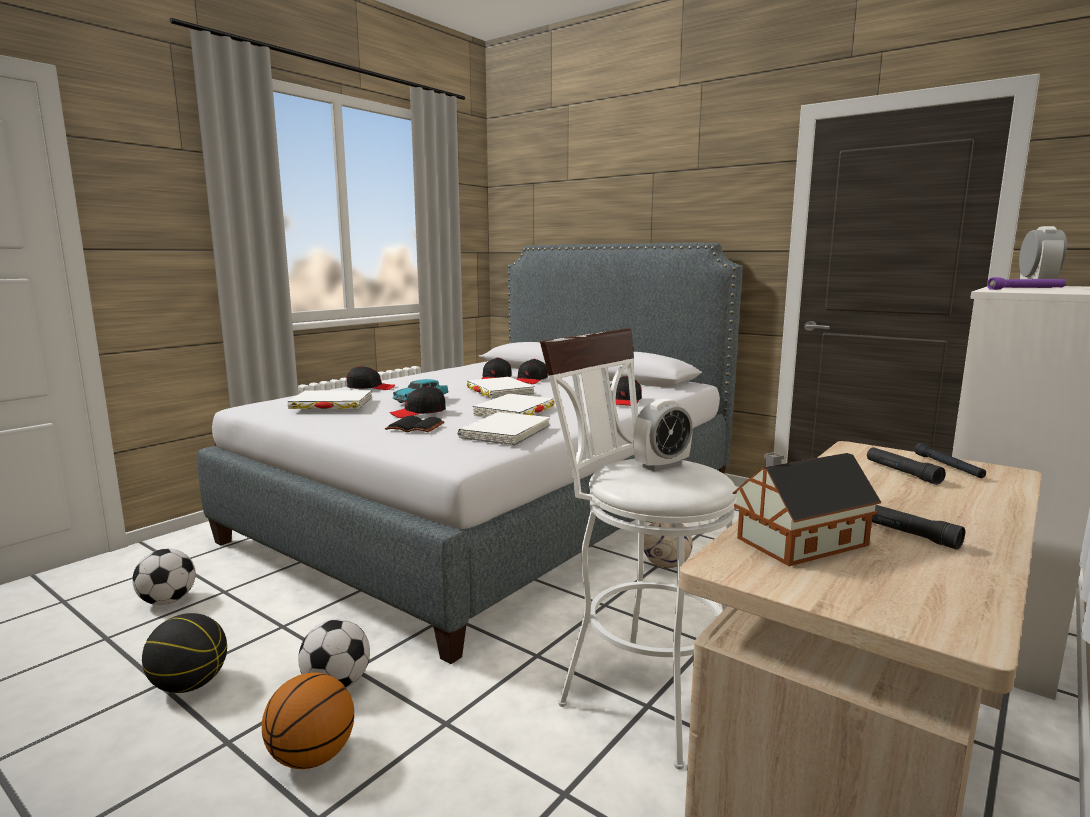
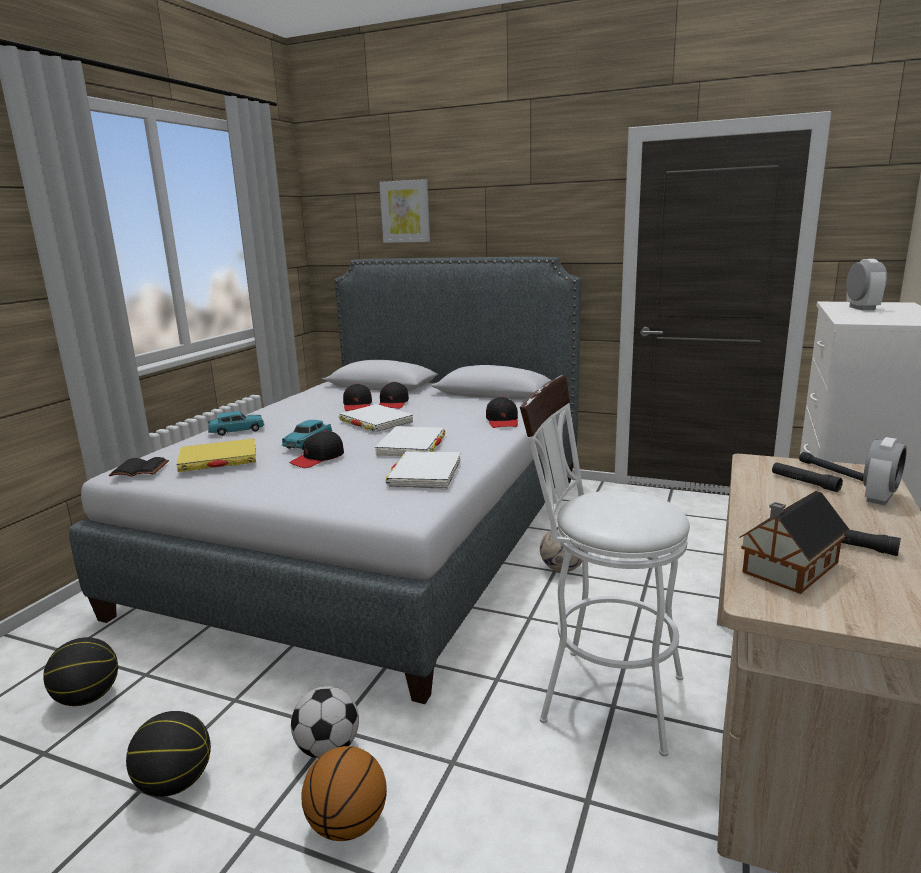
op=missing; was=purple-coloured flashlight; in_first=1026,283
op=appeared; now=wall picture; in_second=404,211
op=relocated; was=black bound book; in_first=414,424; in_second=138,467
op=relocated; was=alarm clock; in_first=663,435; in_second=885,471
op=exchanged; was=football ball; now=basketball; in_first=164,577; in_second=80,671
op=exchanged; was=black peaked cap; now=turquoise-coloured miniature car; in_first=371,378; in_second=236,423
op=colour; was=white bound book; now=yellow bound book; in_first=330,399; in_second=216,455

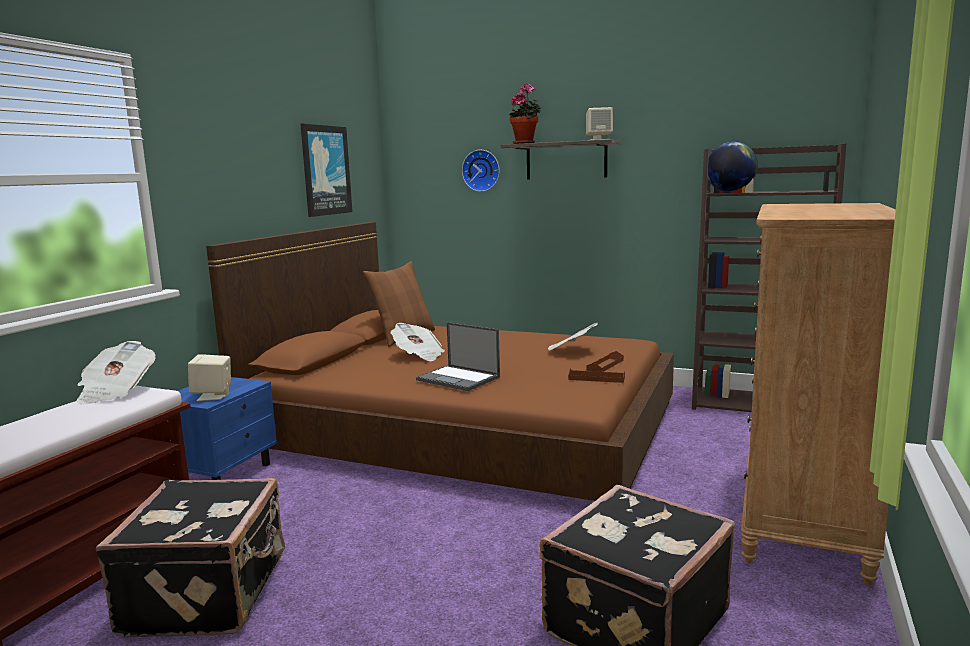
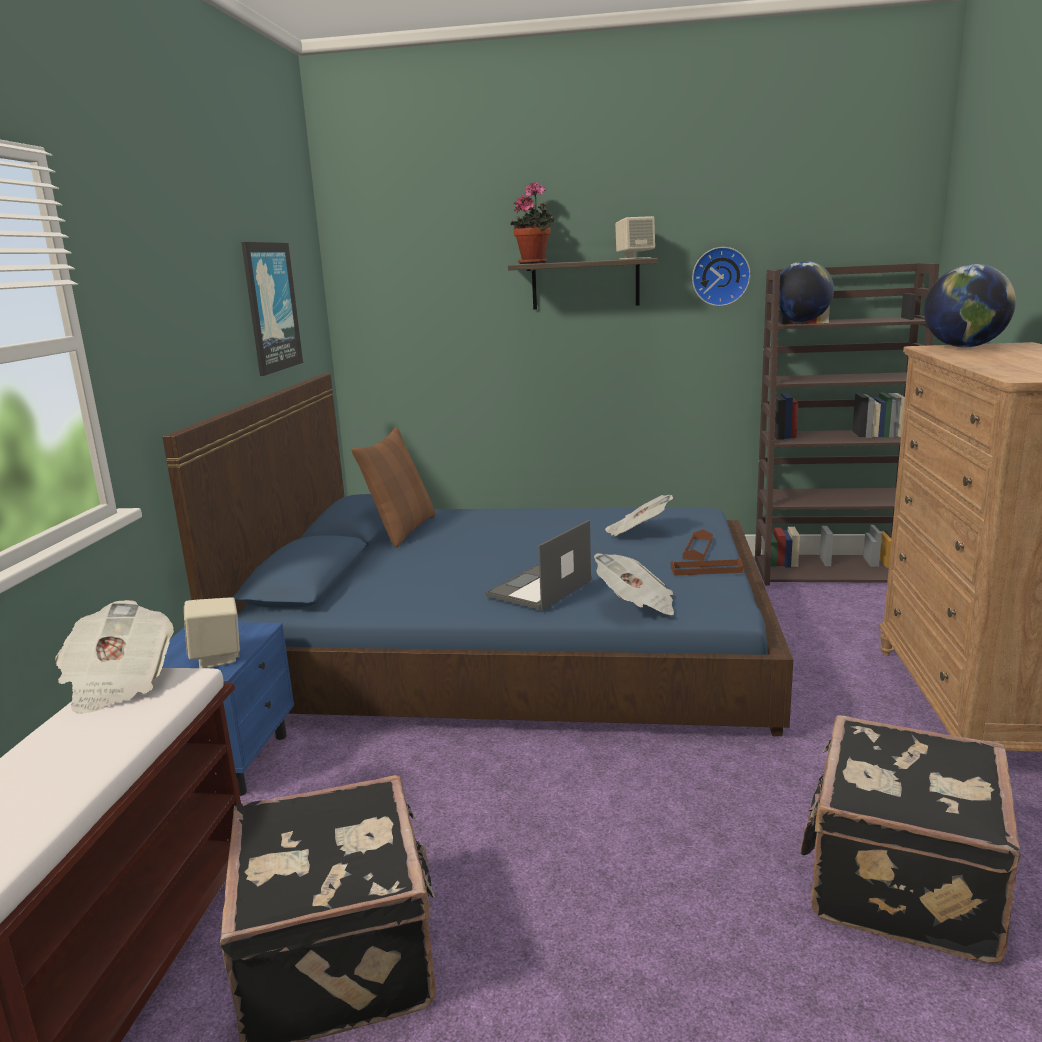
op=appeared; now=desk globe; in_second=970,305
op=relocated; was=daily paper; in_first=418,342; in_second=634,584
op=relocated; was=hanging clock; in_first=481,171; in_second=721,276
op=colour; was=brown bed; now=blue-coloured bed; in_first=440,361; in_second=477,555
op=spun; was=notebook computer; in_first=458,356; in_second=538,565; clockwise=105

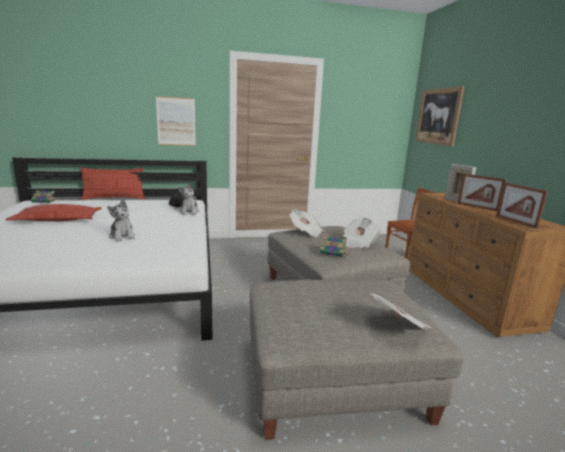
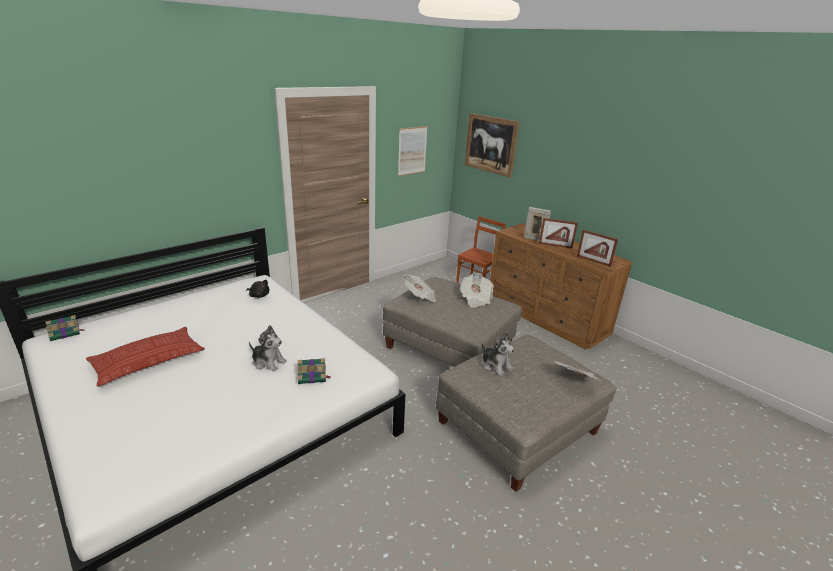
op=missing; was=throw pillow; in_first=112,183
op=relocated; was=wall picture; in_first=176,121; in_second=413,151
op=relocated; was=cuddly toy; in_first=188,199; in_second=498,354
op=relocated; was=bound book; in_first=334,246; in_second=314,371

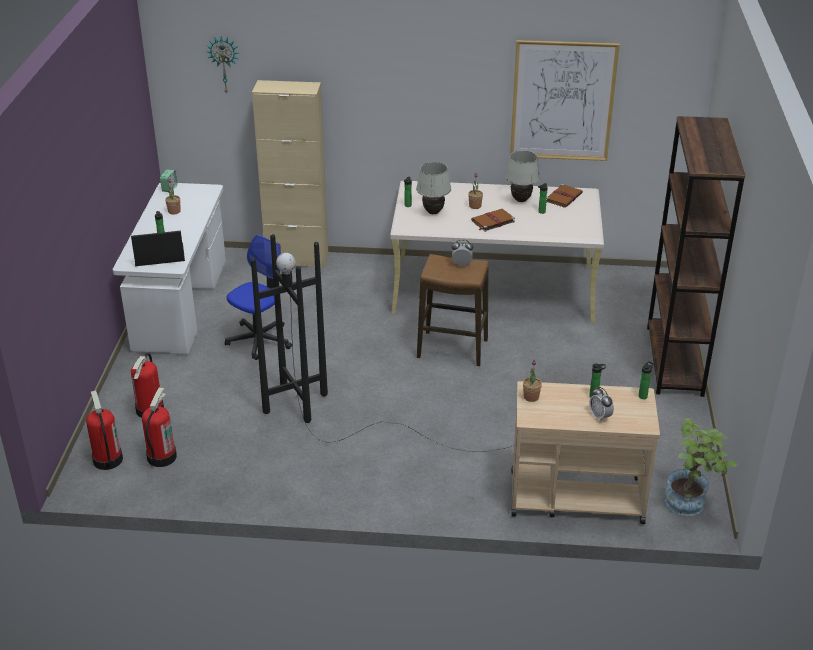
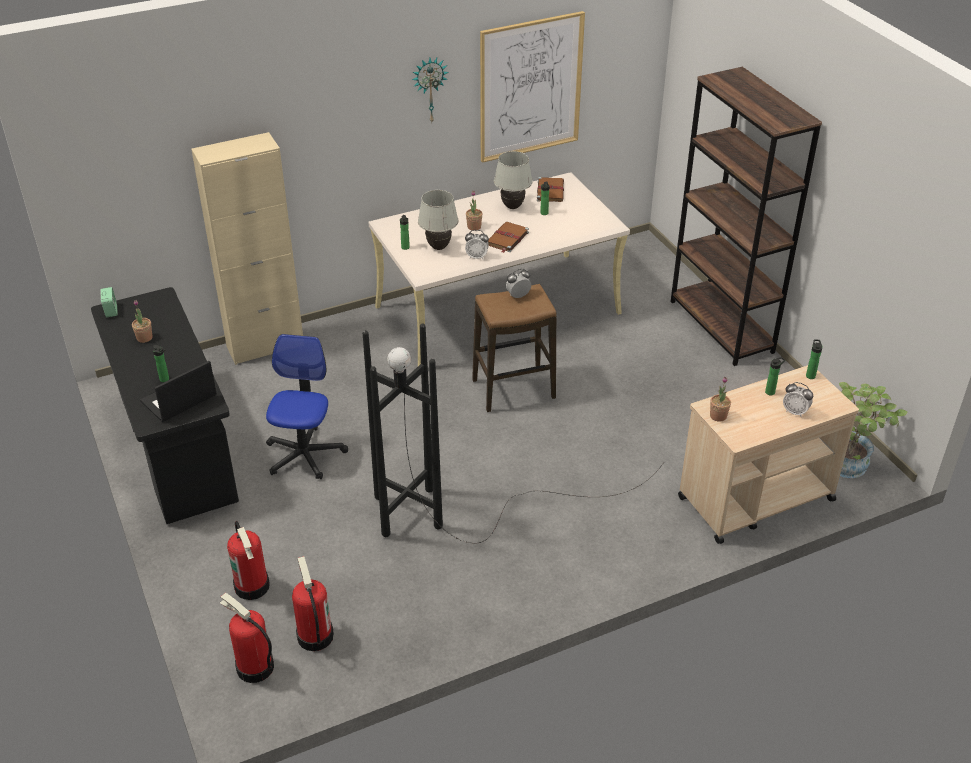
op=appeared; now=alarm clock; in_second=477,244
op=relocated; was=hanging clock; in_first=222,65; in_second=430,90
op=colour; was=white desk; now=black desk; in_first=169,268; in_second=165,405

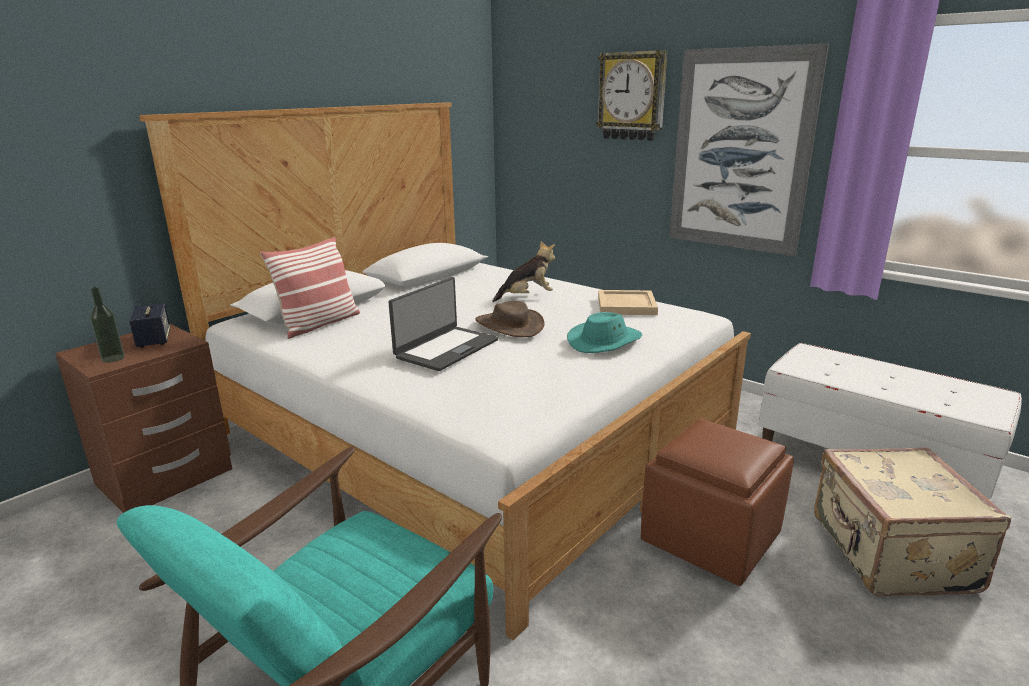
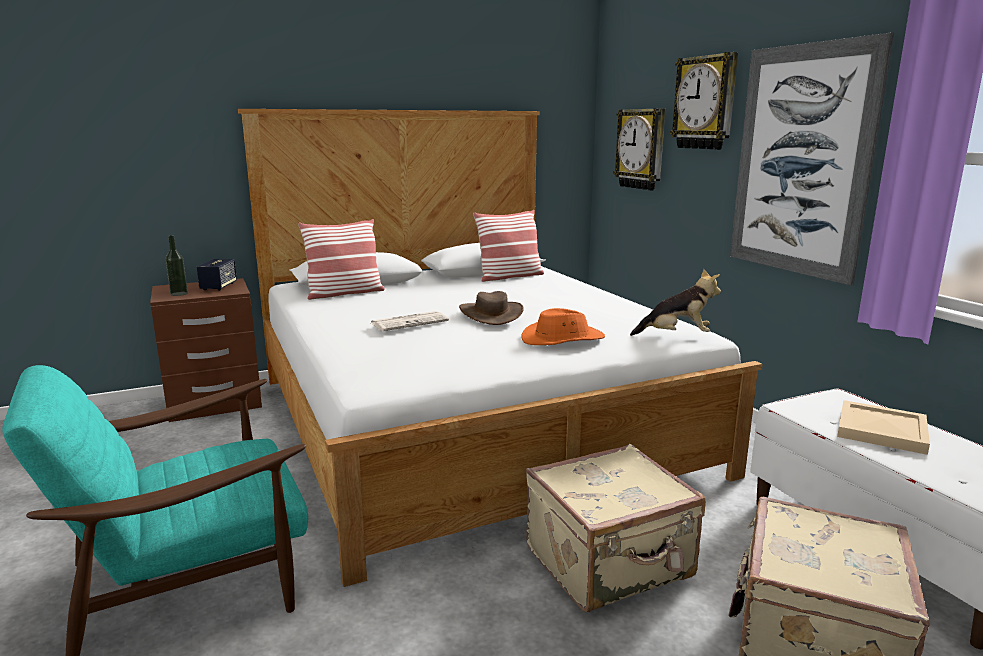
op=appeared; now=throw pillow; in_second=508,246
op=appeared; now=hanging clock; in_second=639,149
op=relocated; was=cuddly toy; in_first=524,271; in_second=675,302
op=relocated; was=beige-coloured serving tray; in_first=628,302; in_second=883,427
op=exchanged; was=notebook computer; now=daily paper; in_first=443,324; in_second=410,321
op=exchanged; was=brown pouffe; now=beige-coloured piece of luggage; in_first=717,502; in_second=616,528
op=colour; was=turquoise-coloured hat; now=orangey hat; in_first=604,332; in_second=563,326

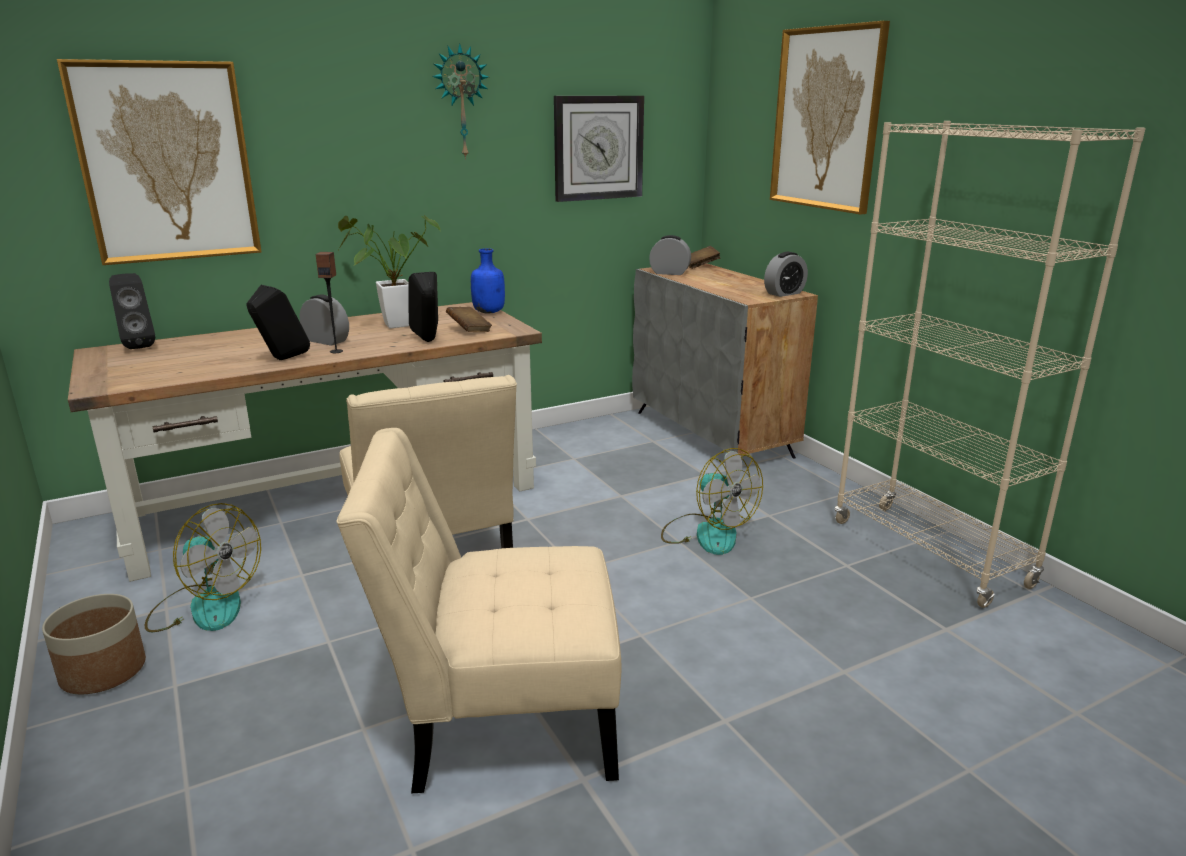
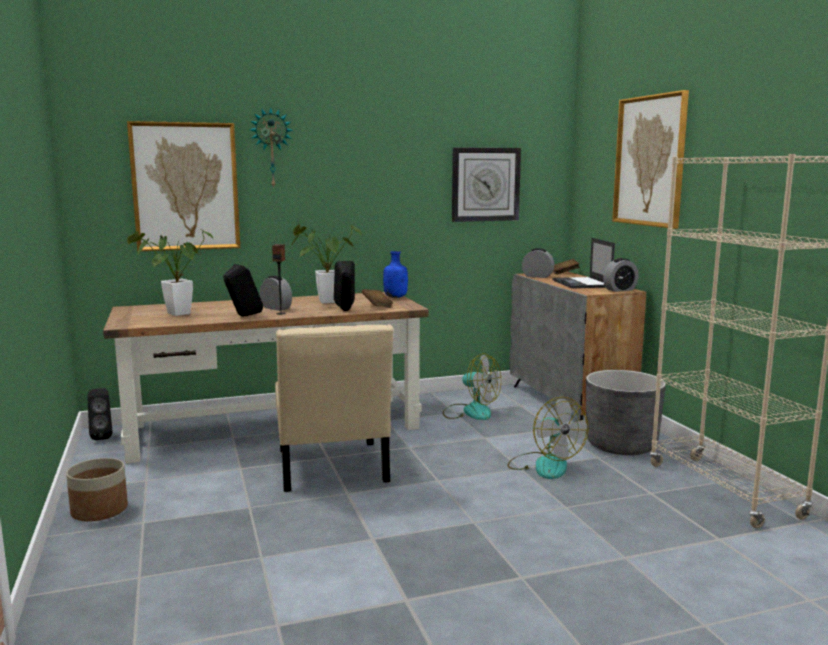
op=missing; was=beige-coloured chair; in_first=479,610
op=appeared; now=houseplant; in_second=170,273
op=appeared; now=notebook computer; in_second=584,263
op=appeared; now=grey planter; in_second=626,412
op=relocated; was=black speaker; in_first=132,311; in_second=99,414
op=relocated; was=cooling fan; in_first=203,567; in_second=472,386
op=relocated; was=hanging clock; in_first=460,101; in_second=271,148

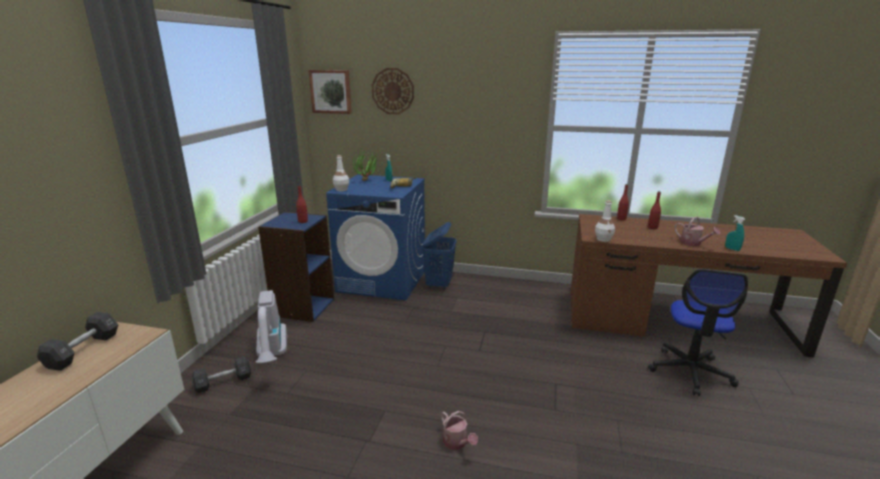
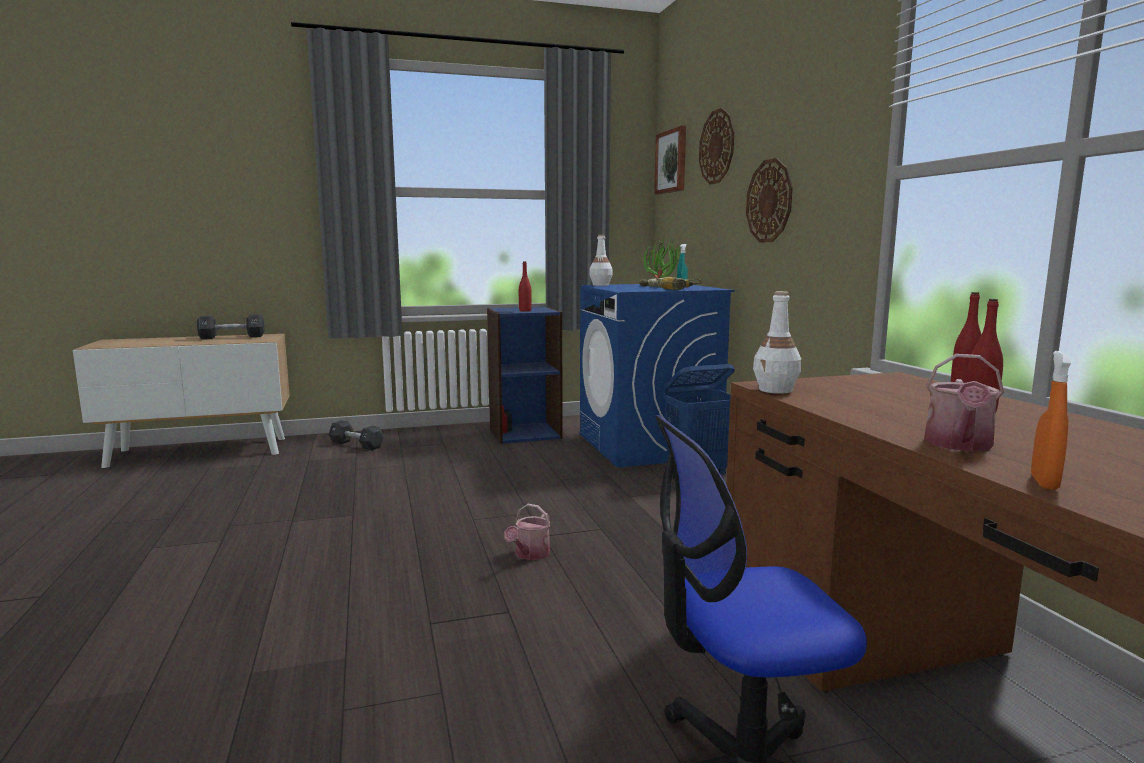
op=missing; was=hoover; in_first=271,326
op=appeared; now=hanging clock; in_second=769,200
op=relocated; was=sprinkling can; in_first=459,430; in_second=527,532
op=colour; was=turquoise-coloured spray bottle; now=orangey spray bottle; in_first=735,233; in_second=1051,420

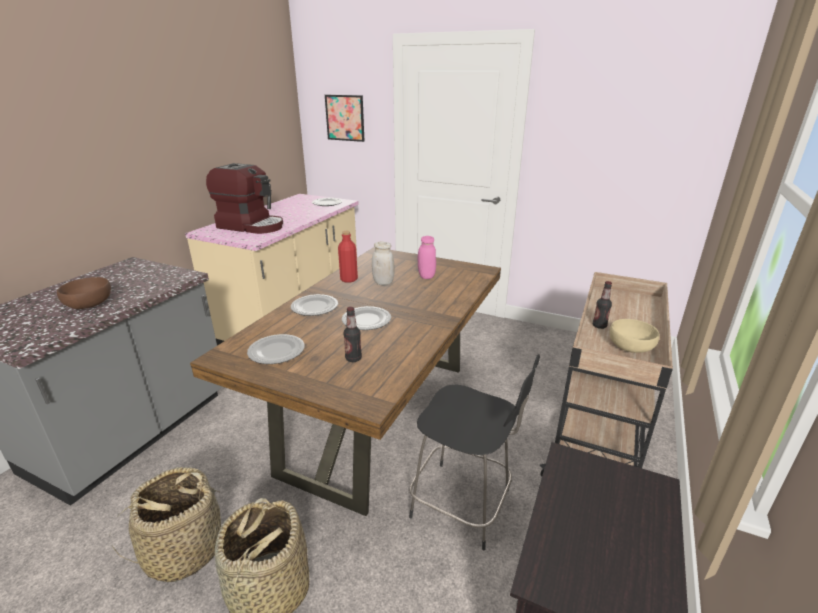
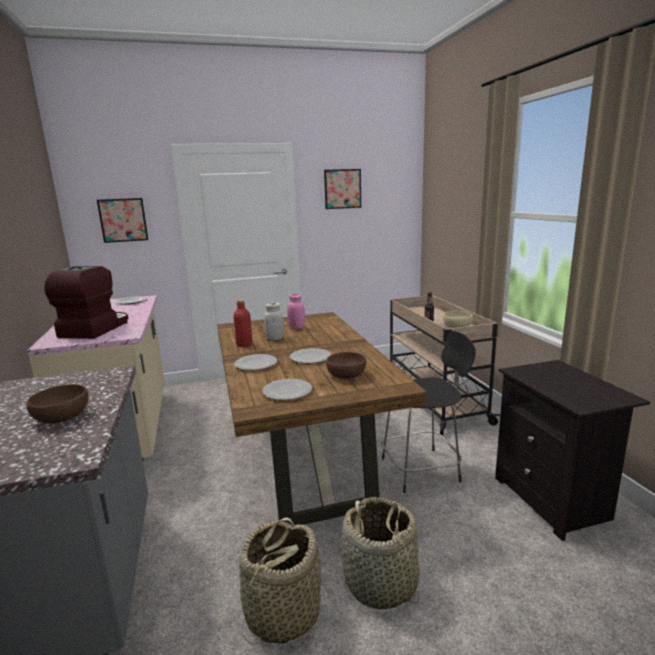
op=appeared; now=wall picture; in_second=342,189
op=exchanged; was=bottle; now=brown bowl; in_first=352,334; in_second=346,365
op=spun; was=coffee maker; in_first=244,198; in_second=87,302; clockwise=-60

